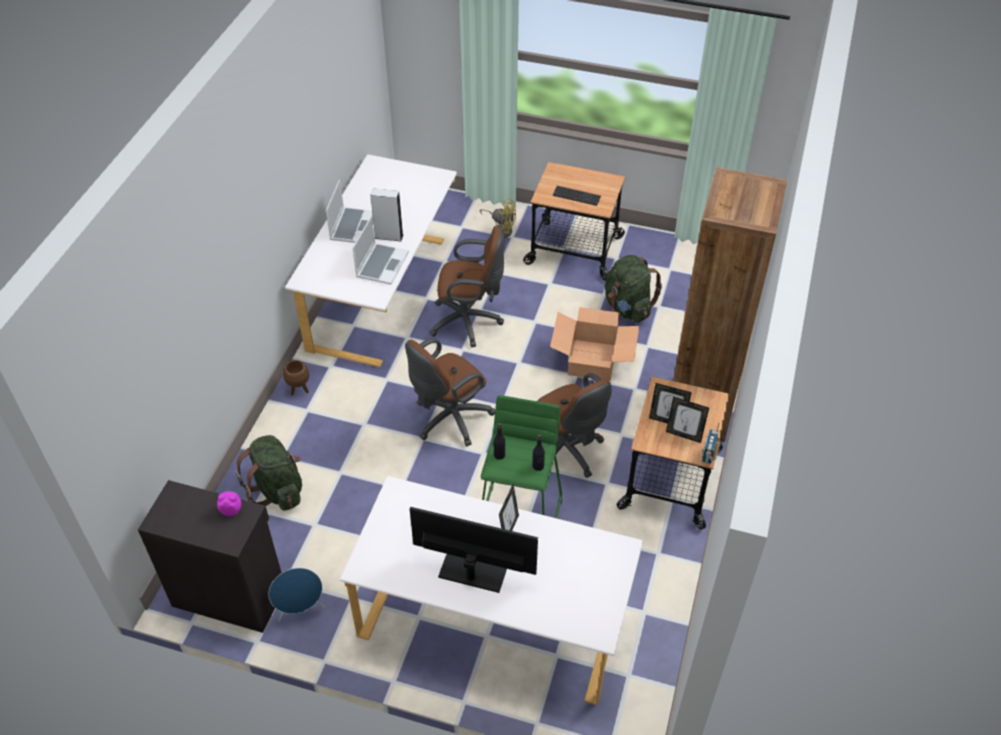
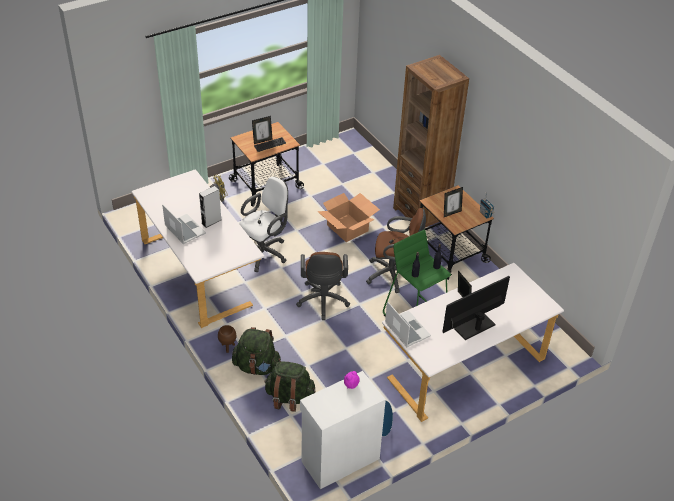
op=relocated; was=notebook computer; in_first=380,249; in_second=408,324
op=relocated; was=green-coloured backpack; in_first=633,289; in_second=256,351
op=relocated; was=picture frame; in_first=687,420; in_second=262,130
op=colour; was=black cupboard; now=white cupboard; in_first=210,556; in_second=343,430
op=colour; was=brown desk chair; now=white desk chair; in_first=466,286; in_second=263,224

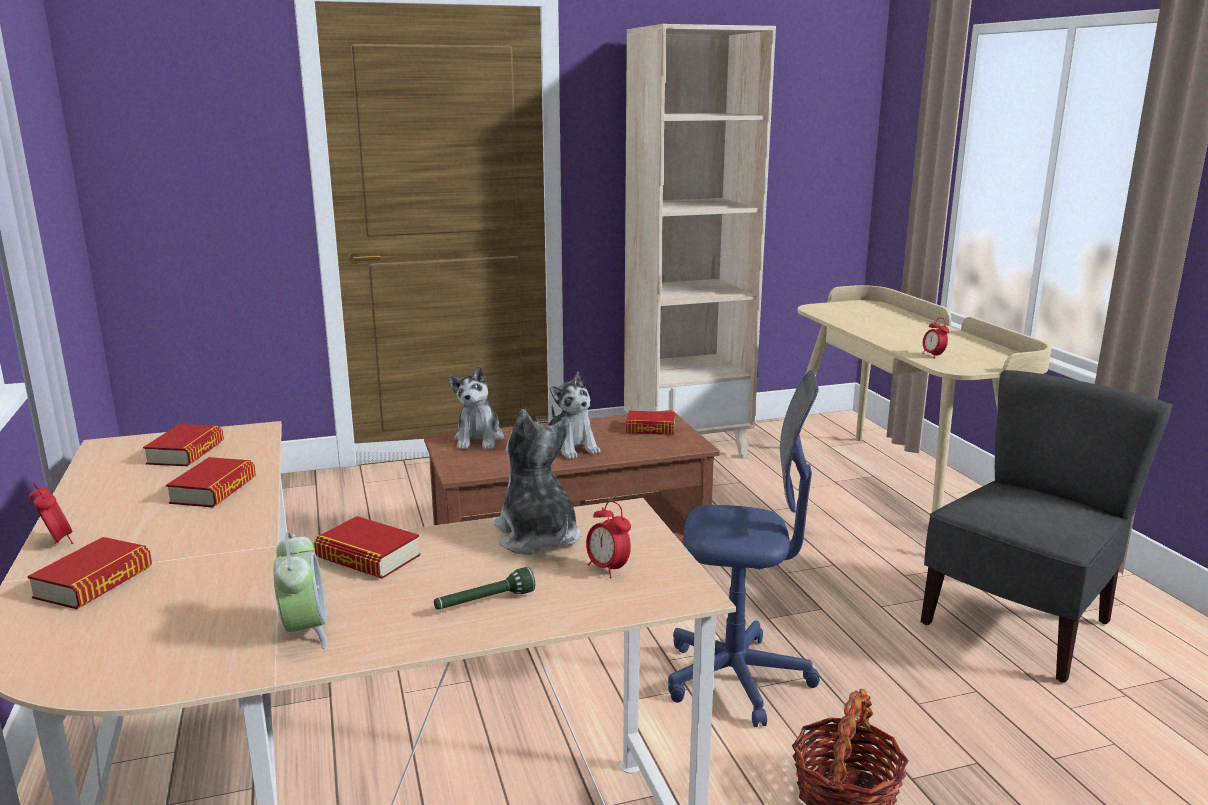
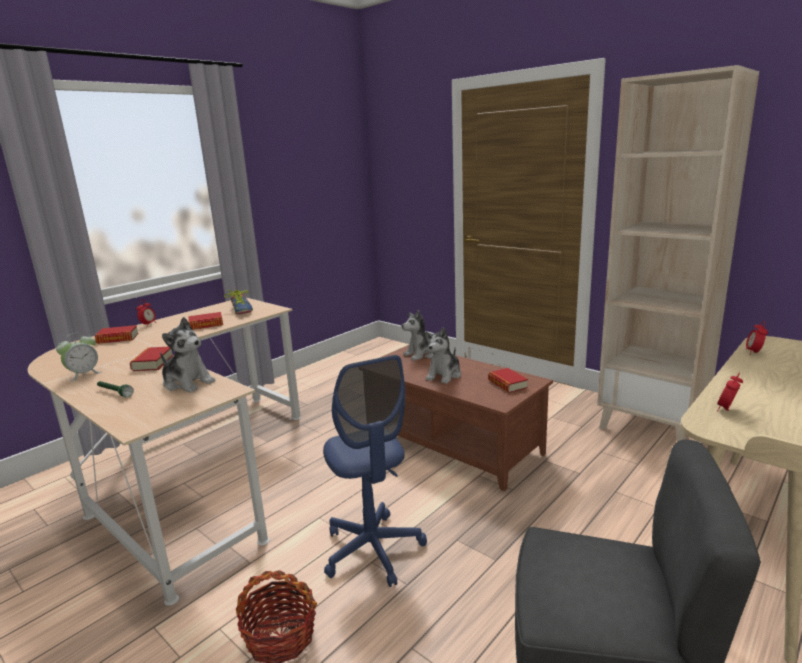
op=relocated; was=alarm clock; in_first=608,539; in_second=757,338
op=exchanged; was=bound book; now=item of footwear; in_first=183,445; in_second=238,302
op=spun; was=cuddly toy; in_first=537,482; in_second=188,355; clockwise=90

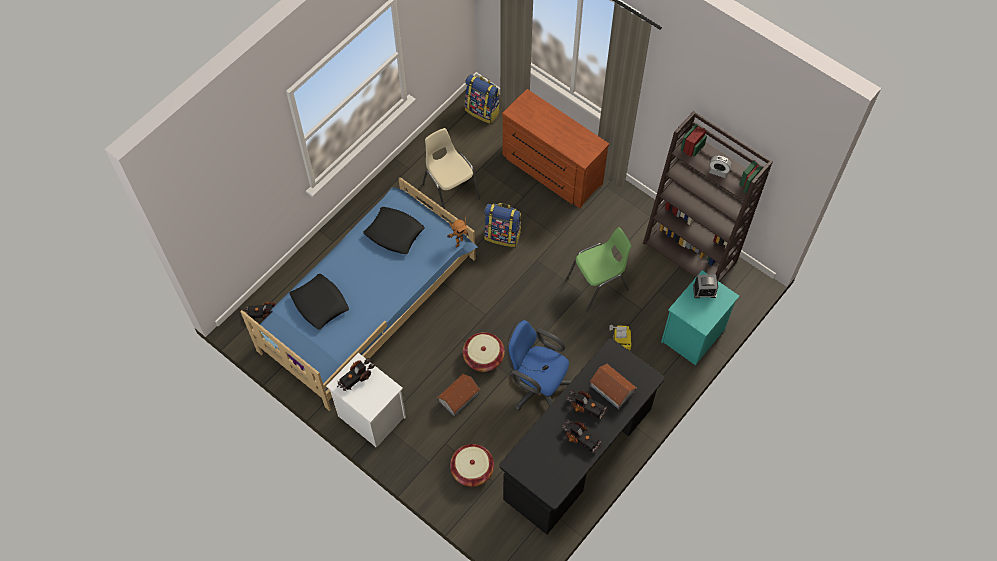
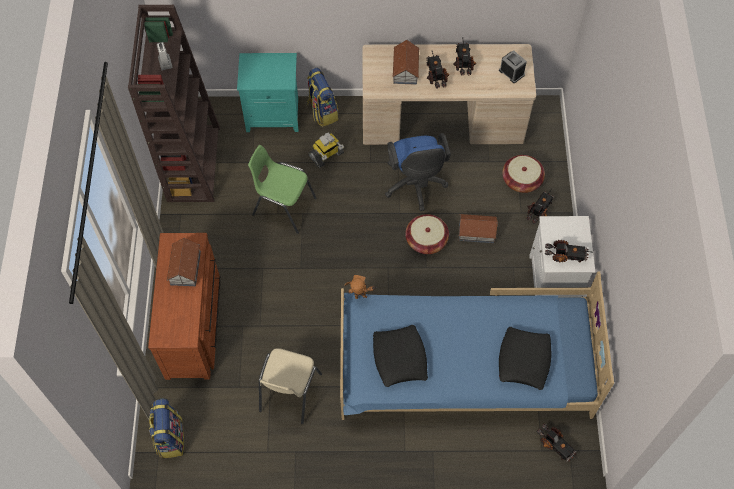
op=appeared; now=model house; in_second=183,262
op=appeared; now=toy truck; in_second=540,206
op=relocated; was=backpack; in_first=502,225; in_second=322,97
op=relocated; was=alarm clock; in_first=705,286; in_second=513,66
op=colour; was=black desk; now=beige-coloured desk; in_first=582,436; in_second=449,94

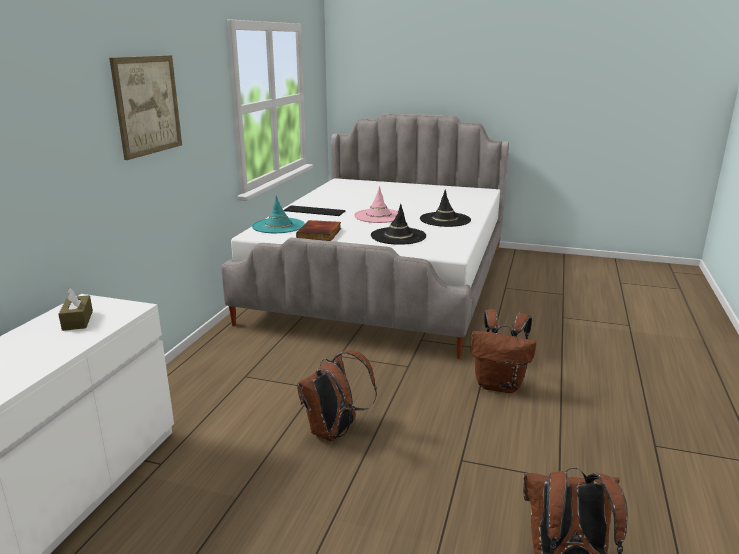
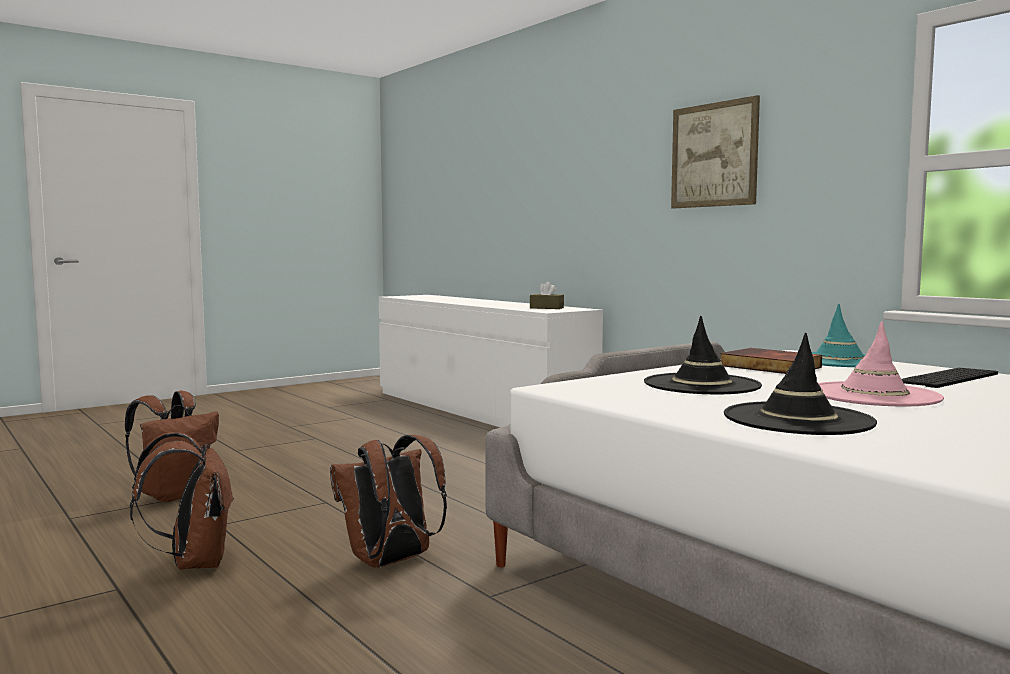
op=relocated; was=brown backpack; in_first=337,395; in_second=182,501

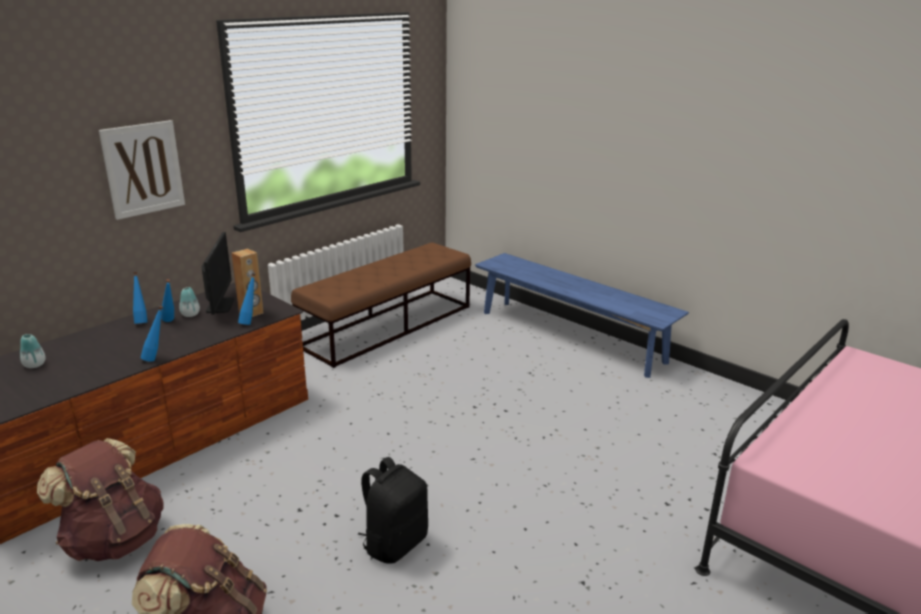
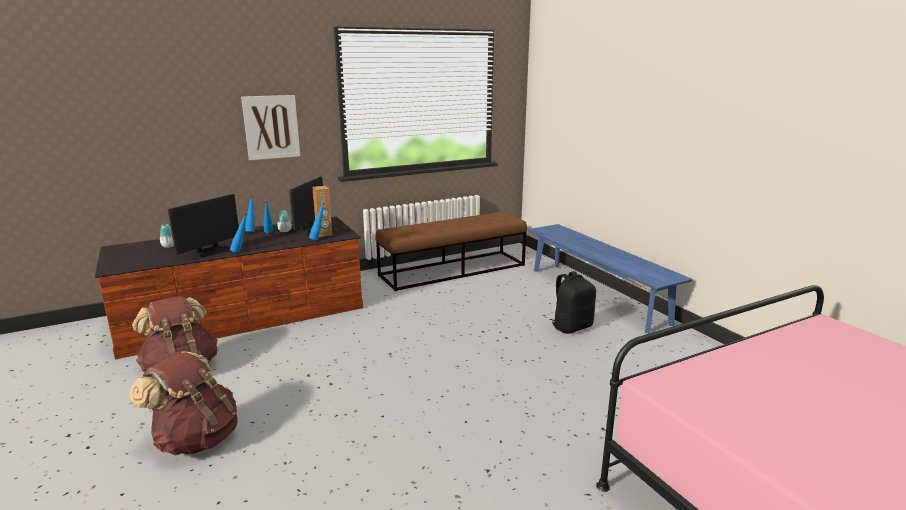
op=appeared; now=computer display; in_second=203,225
op=relocated; was=black backpack; in_first=393,510; in_second=572,302

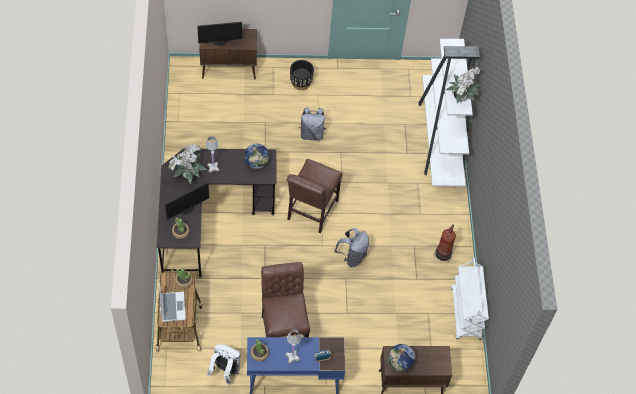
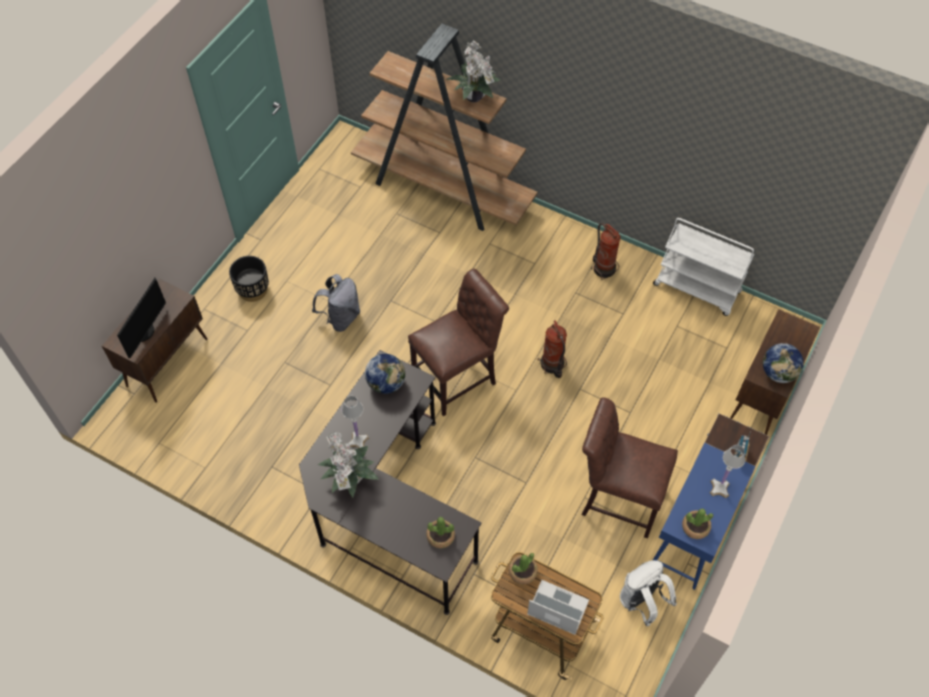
op=missing; was=computer display; in_first=187,200
op=exchanged; was=grey backpack; now=fire-fighting cylinder; in_first=351,247; in_second=552,349
op=colour; was=white bookshelf; now=brown bookshelf; in_first=449,113; in_second=444,127
op=spun; was=brown chair; in_first=314,195; in_second=458,342; clockwise=-90

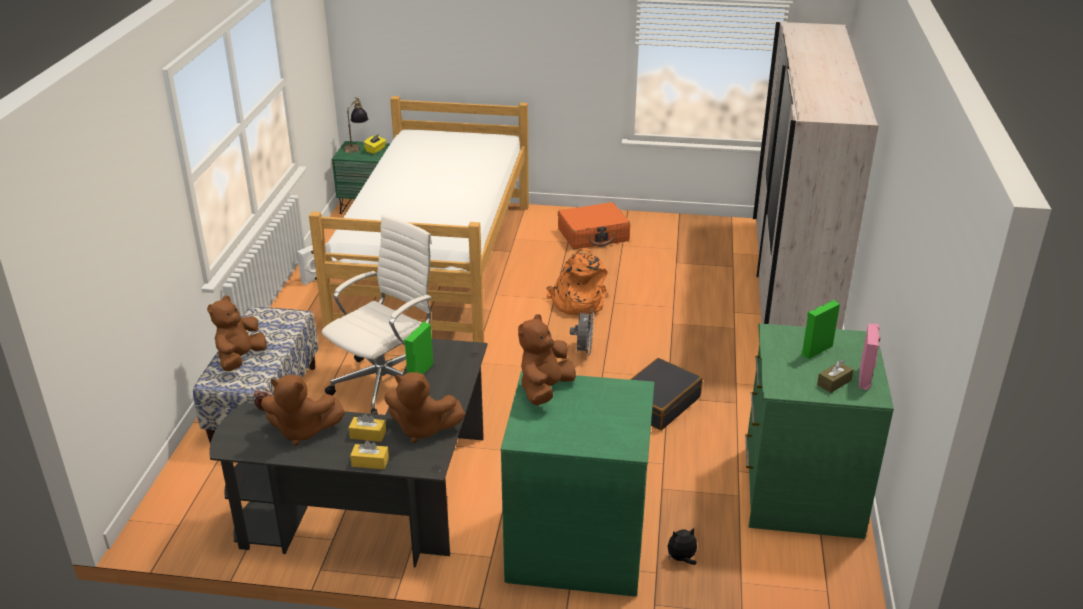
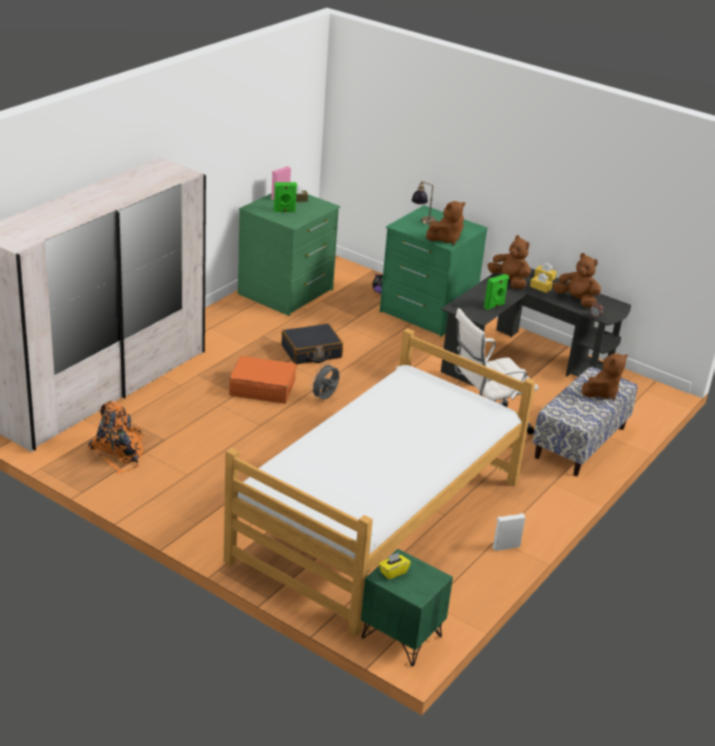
op=relocated; was=lamp for a table; in_first=355,125; in_second=424,202
op=relocated; was=orangey backpack; in_first=577,281; in_second=116,437
op=relocated; was=orangey piece of luggage; in_first=594,225; in_second=262,379

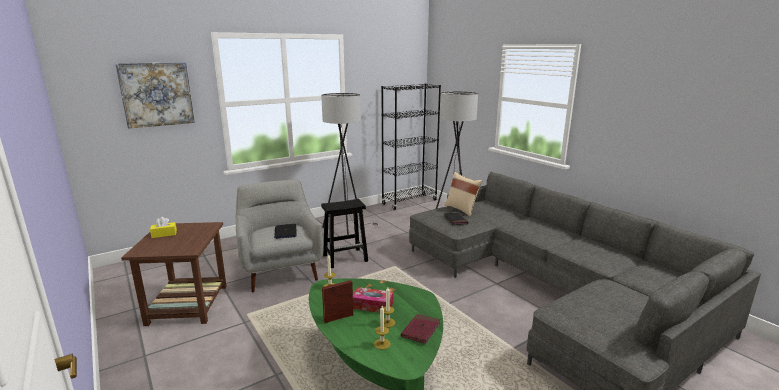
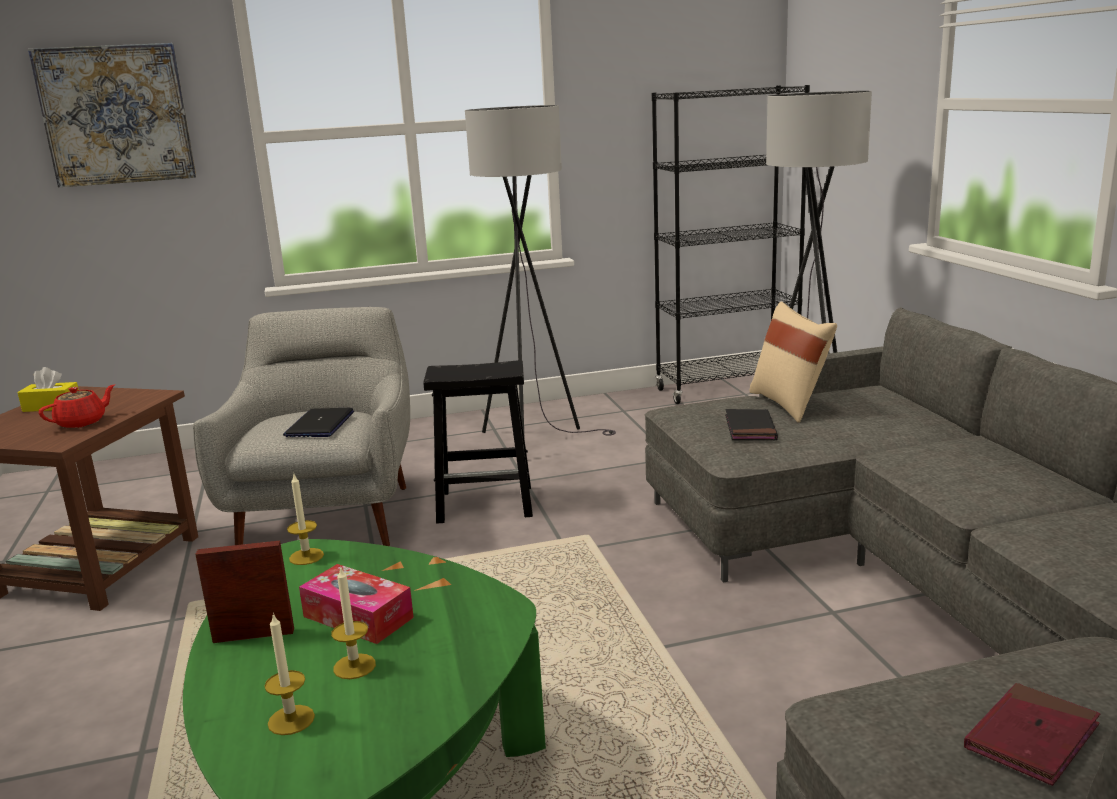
op=appeared; now=red pot for tea; in_second=77,406
op=relocated; was=red bound book; in_first=420,329; in_second=1032,734

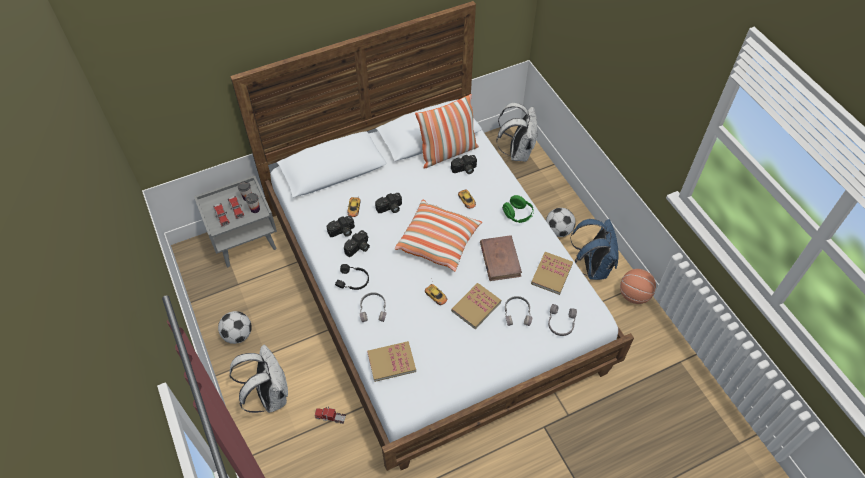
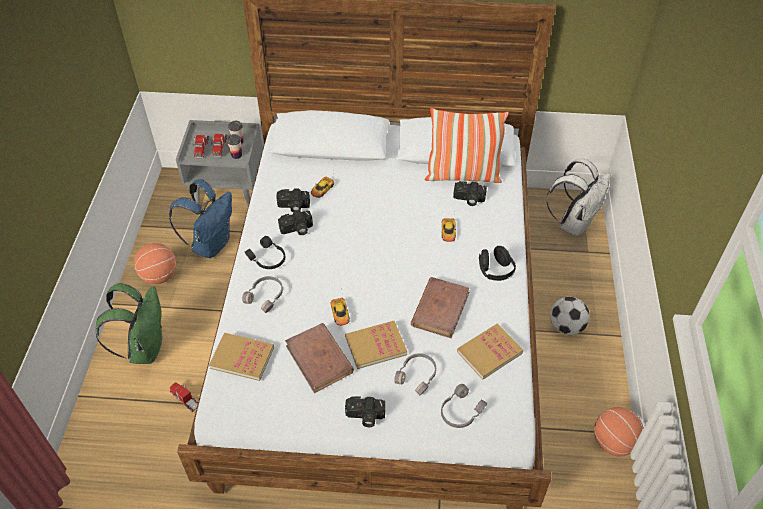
op=missing; was=throw pillow; in_first=438,235
op=appeared; now=brown bound book; in_second=319,358
op=relocated; was=still camera; in_first=388,203; in_second=365,411
op=relocated; was=blue-coloured backpack; in_first=594,249; in_second=200,218
op=exchanged; was=football ball; now=basketball; in_first=235,327; in_second=155,263
op=colour; was=white backpack; now=green-coloured backpack; in_first=258,378; in_second=128,323
op=colour; was=green-coloured headset; now=black headset; in_first=518,209; in_second=497,263

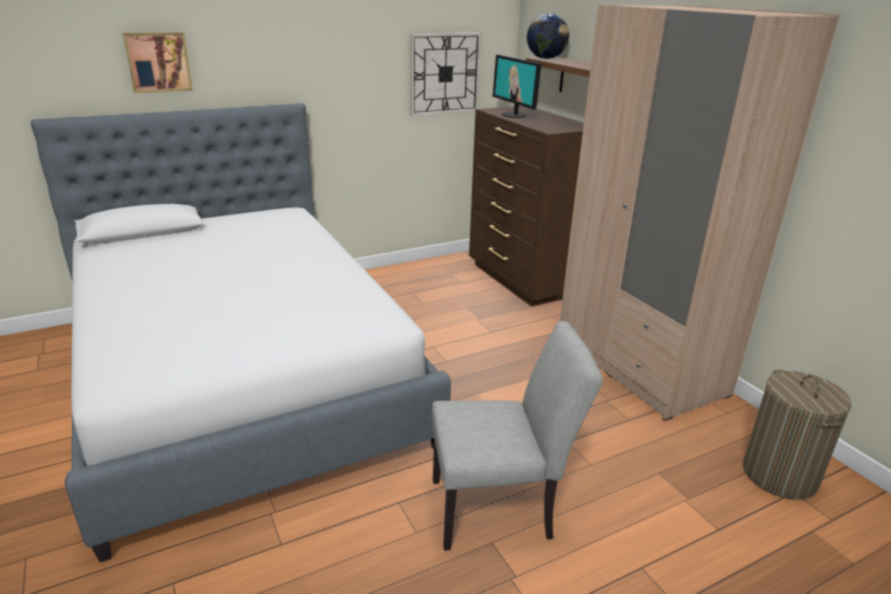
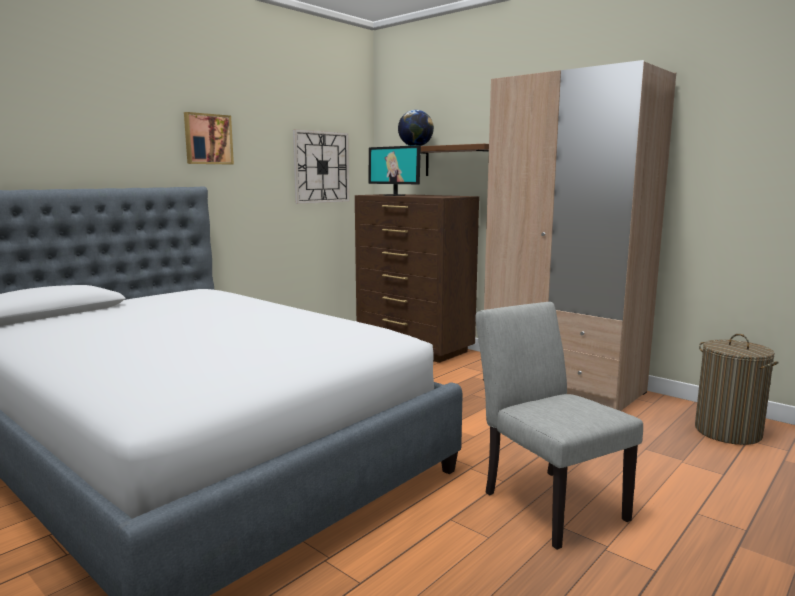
op=relocated; was=wall picture; in_first=158,62; in_second=209,138
op=spun; was=grey chair; in_first=517,436; in_second=559,426; clockwise=-90

